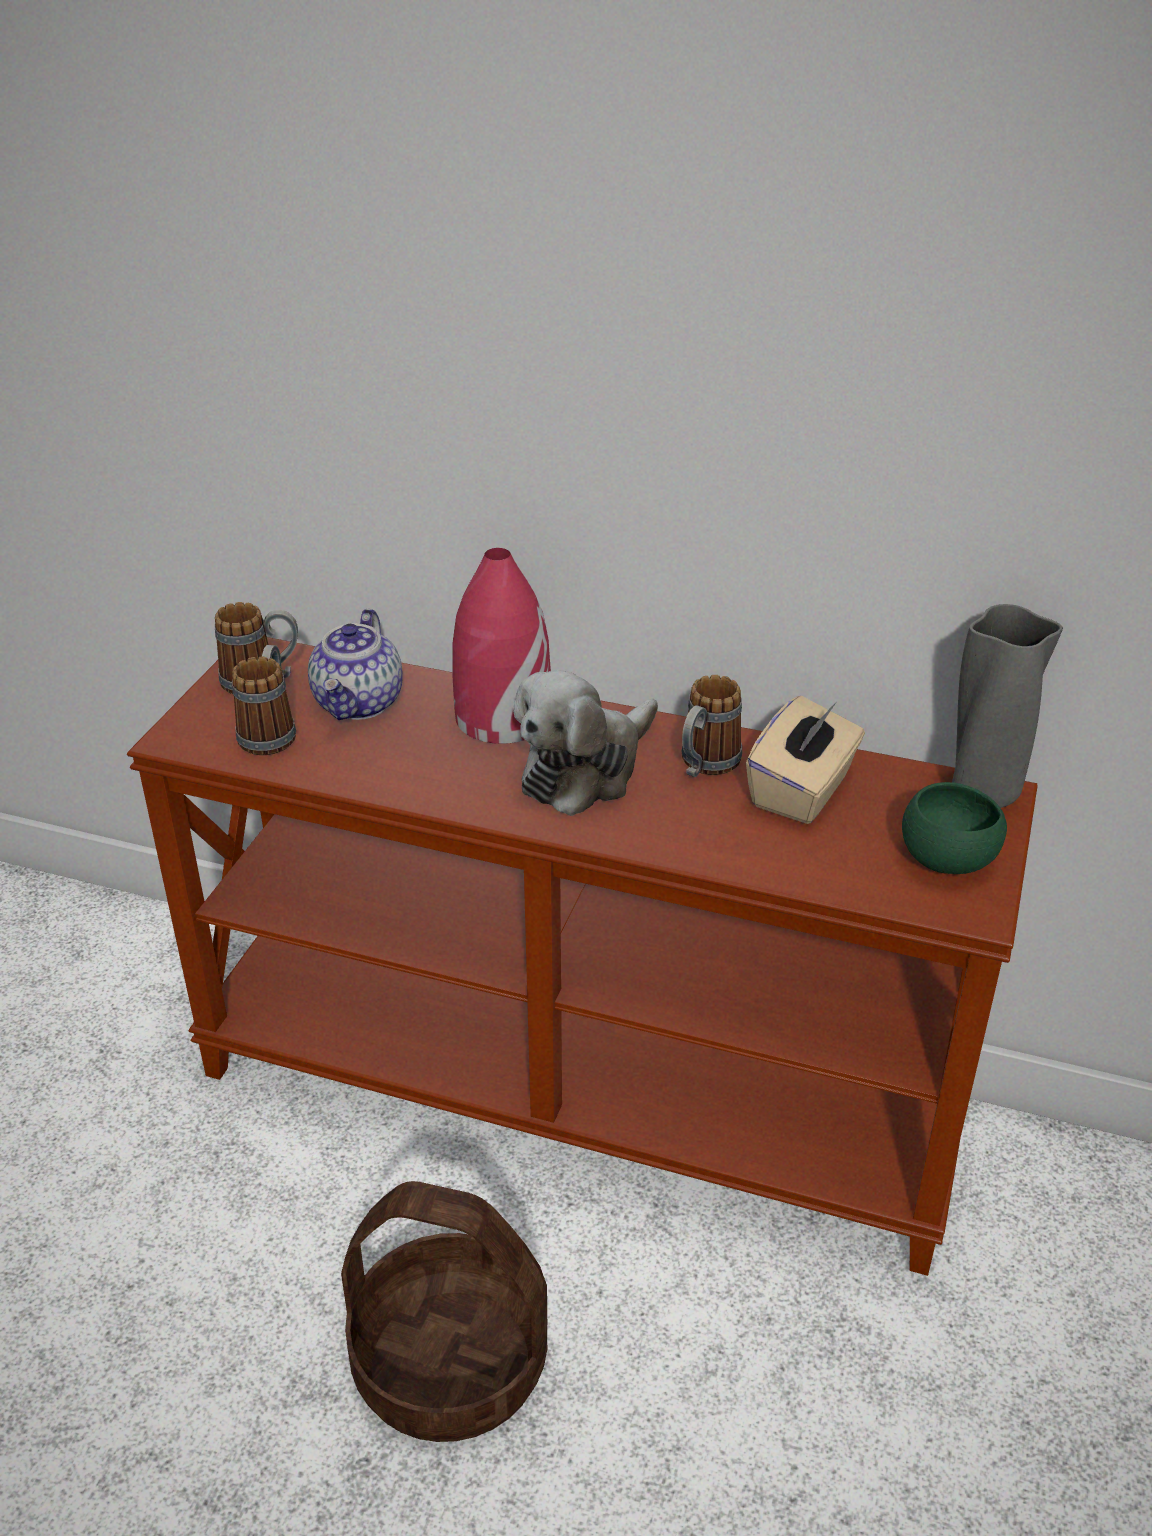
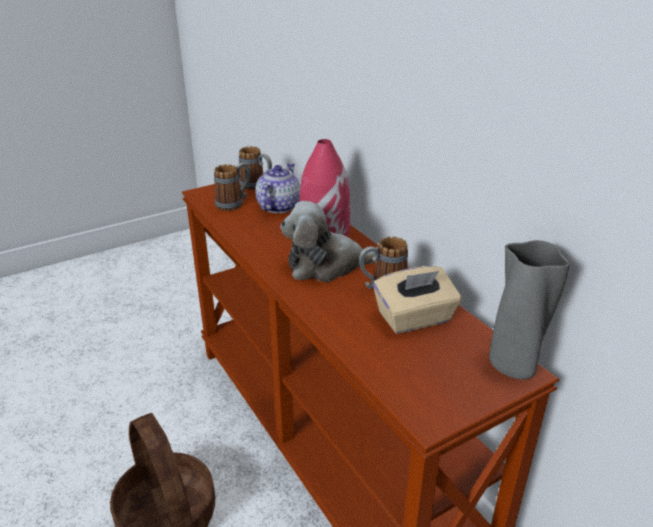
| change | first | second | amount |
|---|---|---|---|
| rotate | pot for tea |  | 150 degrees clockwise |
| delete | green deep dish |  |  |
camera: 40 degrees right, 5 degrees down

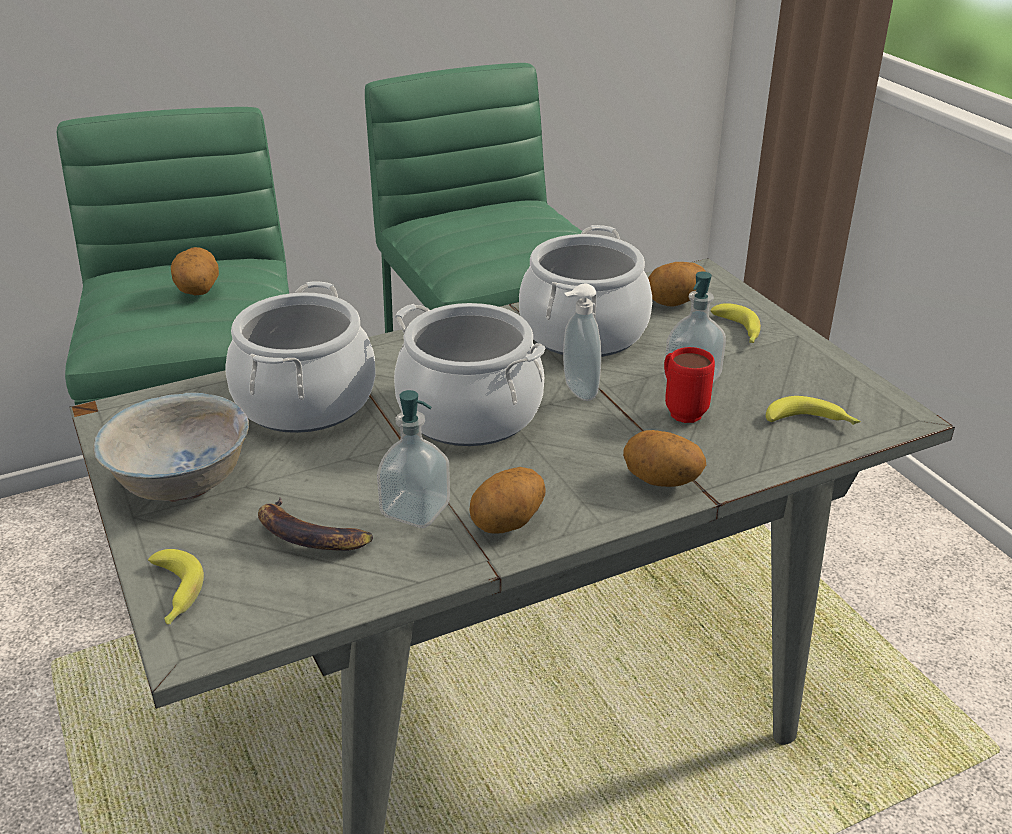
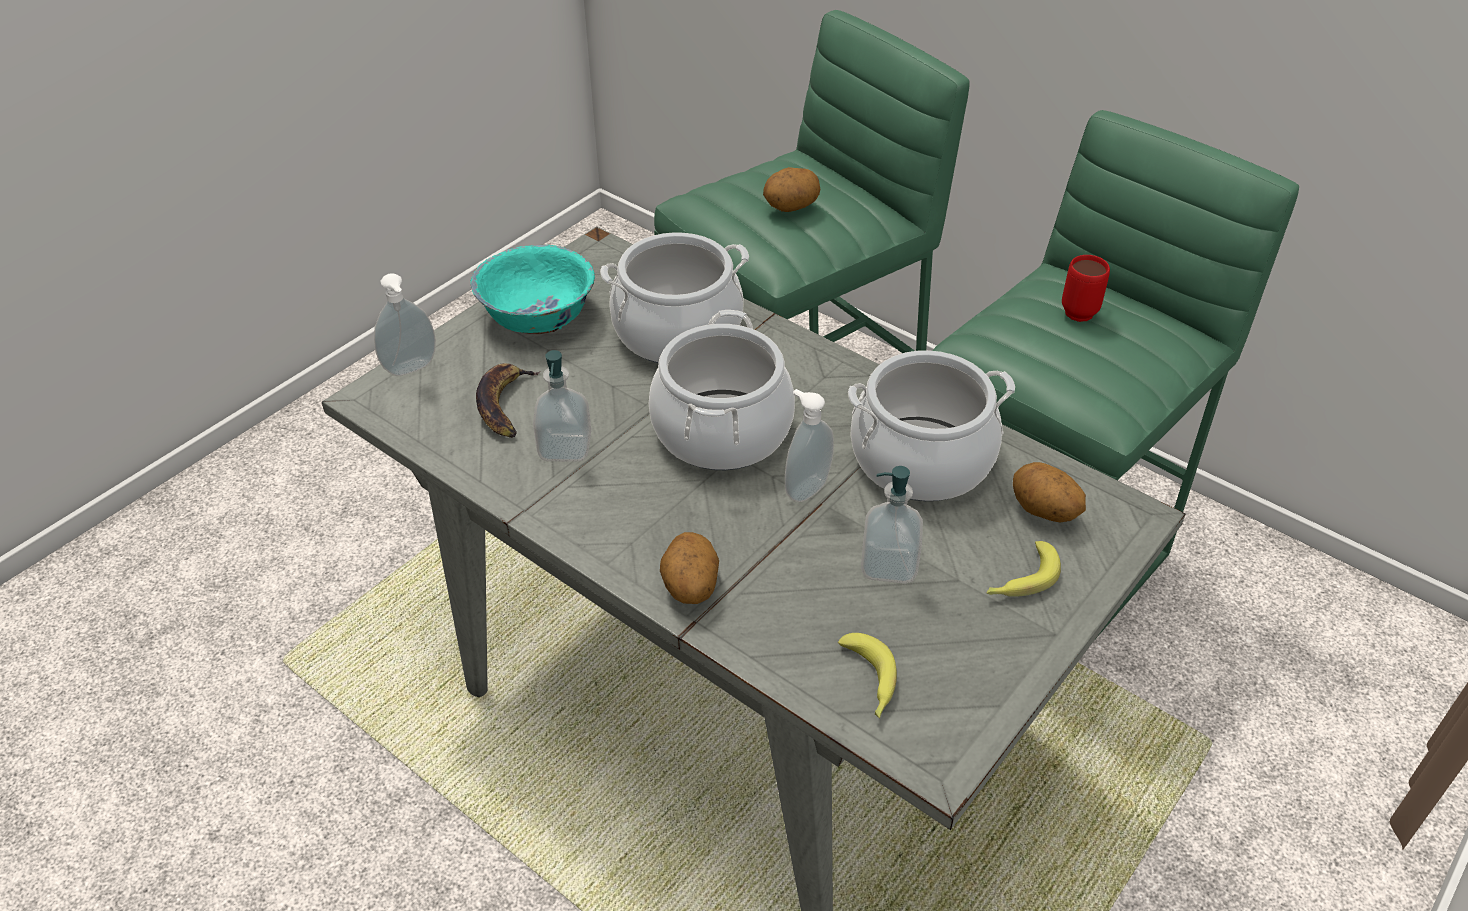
| change | first | second | amount |
|---|---|---|---|
| replace | banana (1st from left) | soap bottle (1st from left) |  |
| recolor | whitish deep dish | turquoise-coloured deep dish |  |
| move | reddish mug |  |  |
| delete | spud (2nd from left) |  |  |
camera: 65 degrees right, 10 degrees up

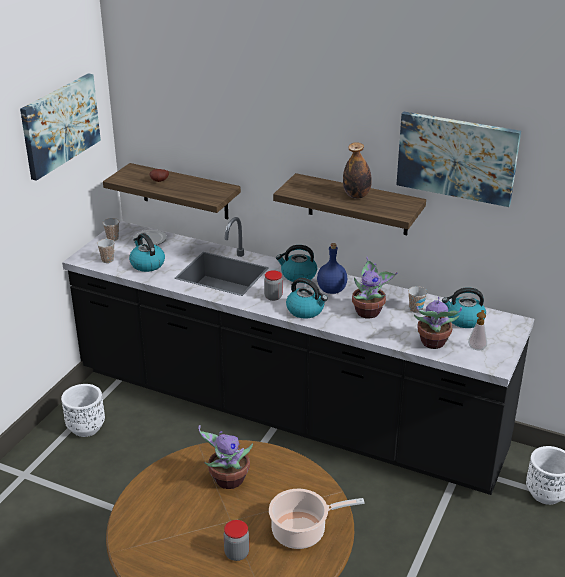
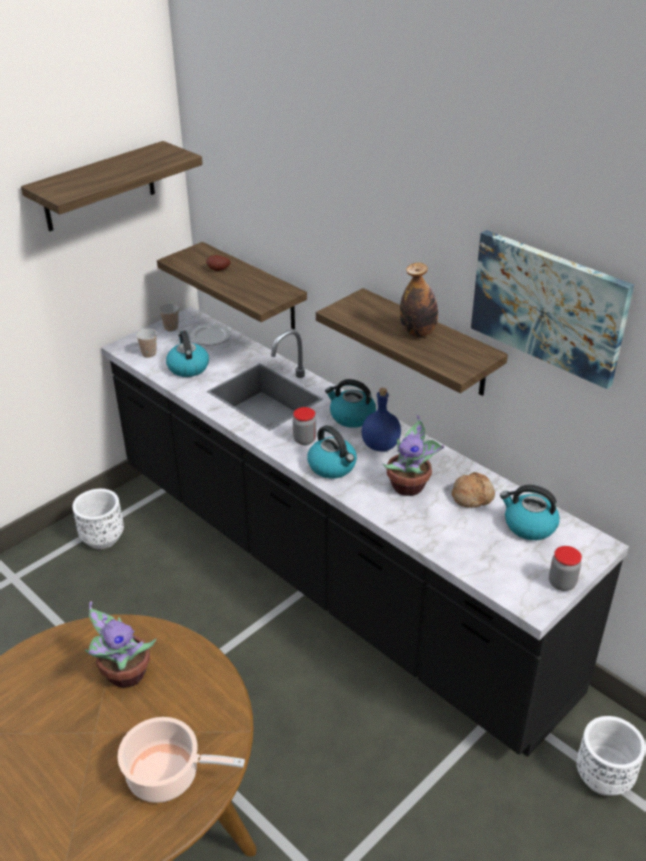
| change | first | second | amount |
|---|---|---|---|
| replace | wall art (1st from left) | bracket shelf (1st from left) |  |
| replace | cup (3rd from left) | bread |  |
| move | storage jar (1st from left in the first image) | storage jar (2nd from left) |  |
| delete | potted plant (3rd from left) |  |  |
| delete | soap bottle |  |  |
camera: 20 degrees right, 5 degrees up

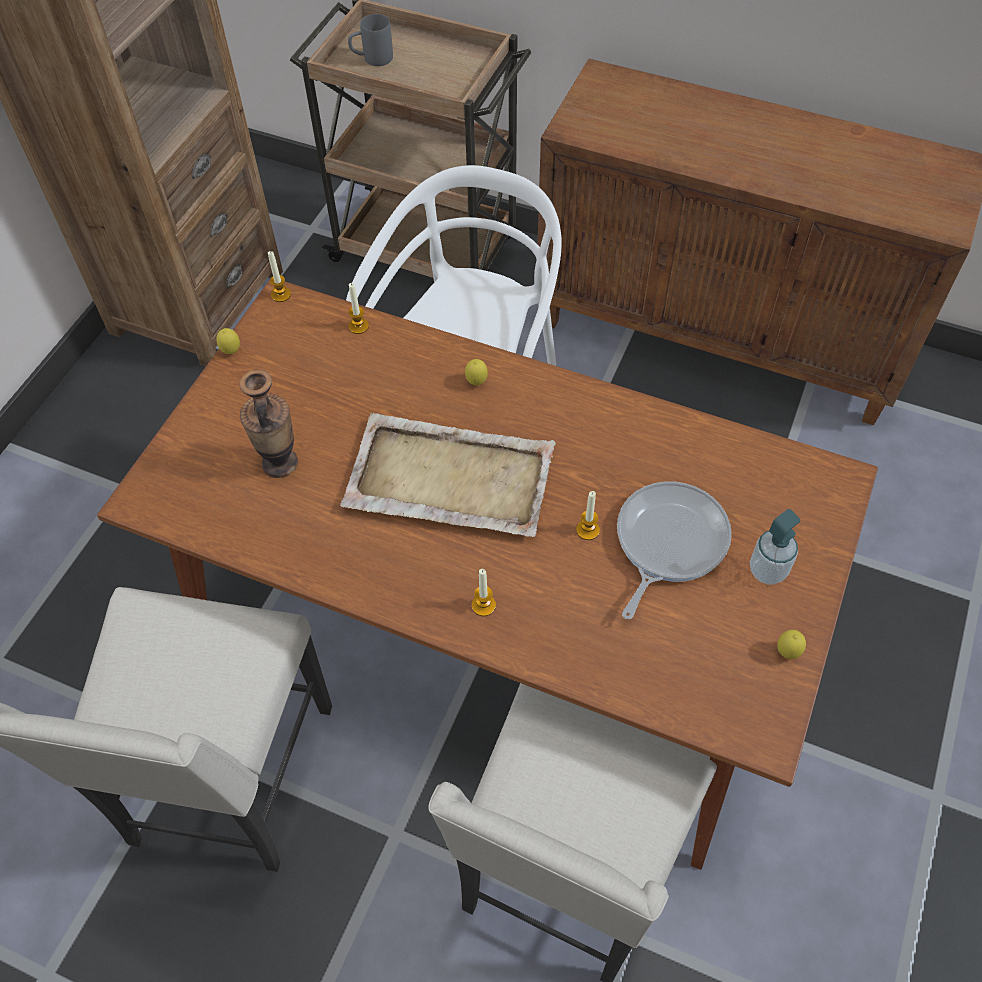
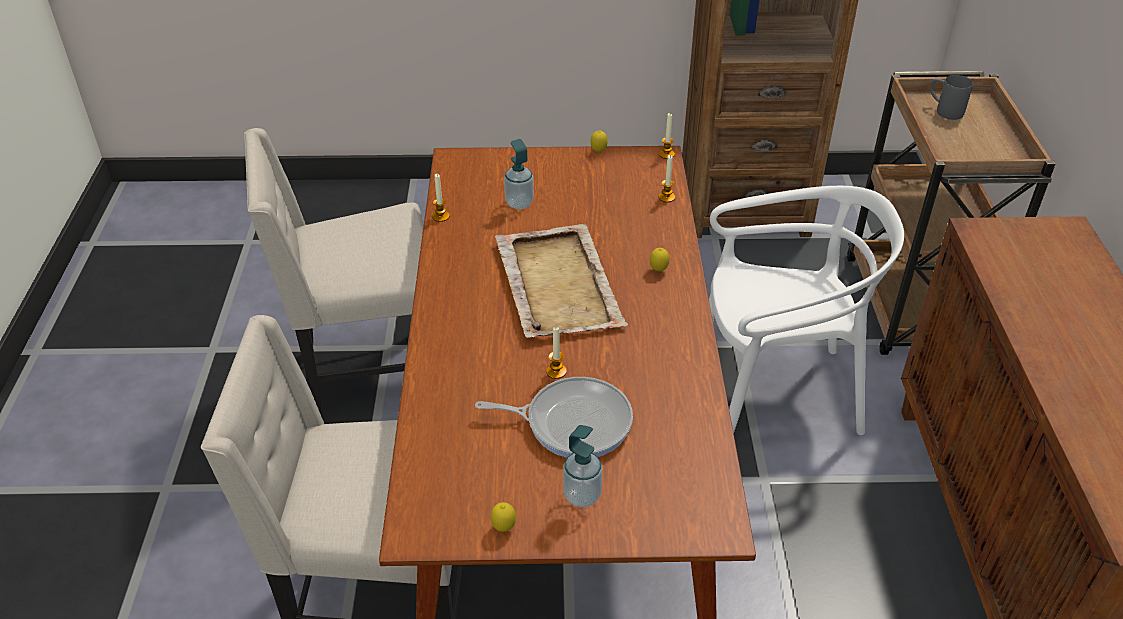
| change | first | second | amount |
|---|---|---|---|
| move | wax candle (3rd from left in the first image) | wax candle (1st from left) |  |
| replace | decorative vase | soap bottle (1st from left) |  |
camera: 65 degrees right, 15 degrees down

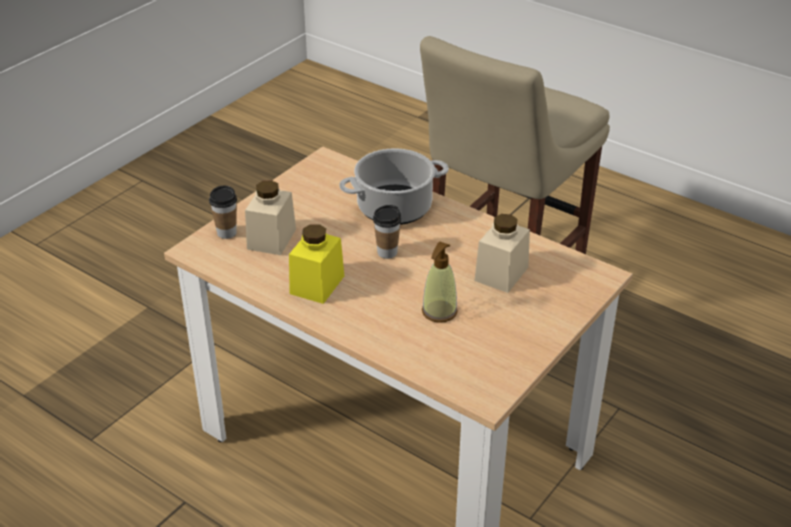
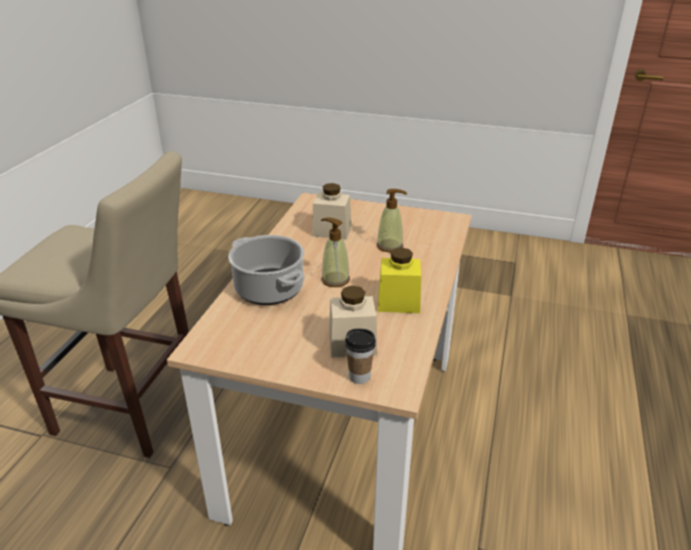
| change | first | second | amount |
|---|---|---|---|
| replace | cup (2nd from left) | soap bottle (1st from left) |  |
camera: 110 degrees left, 5 degrees down

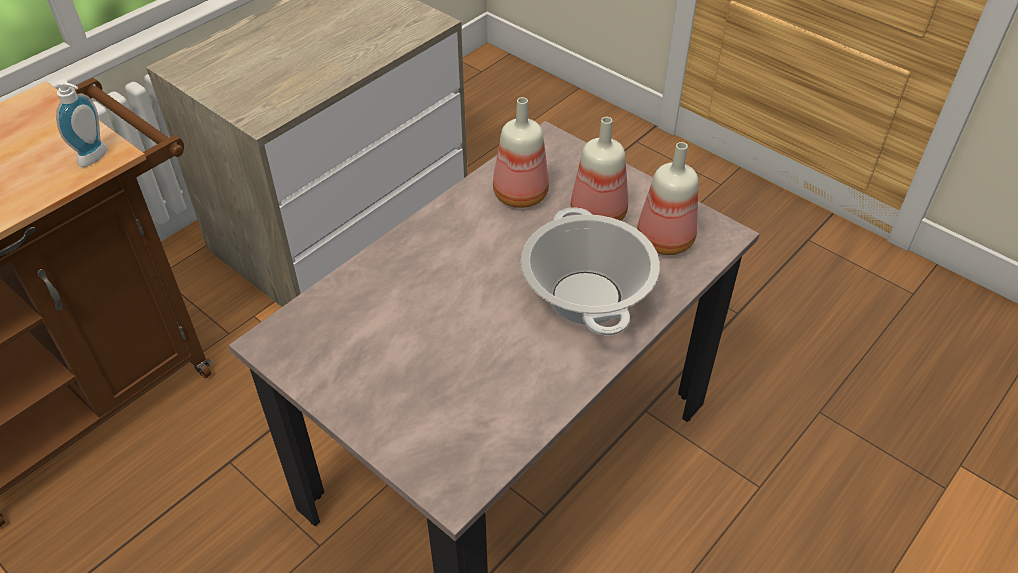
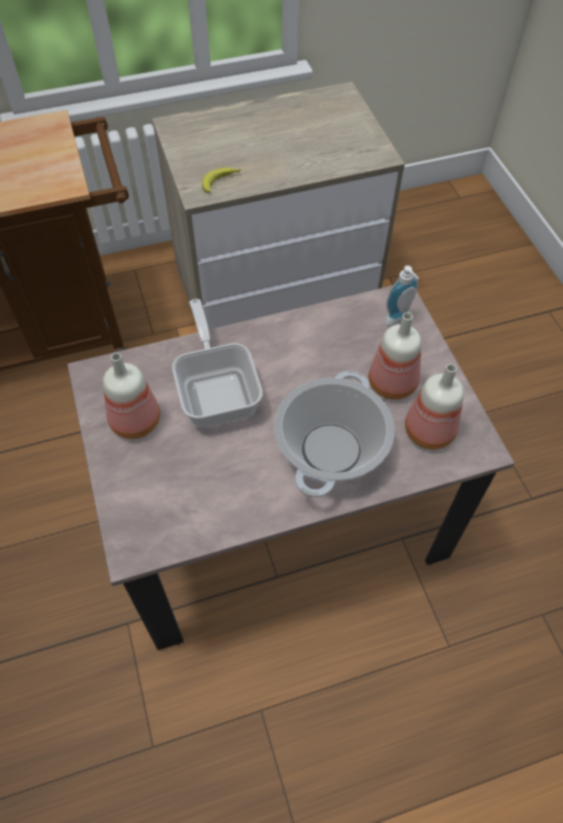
| change | first | second | amount |
|---|---|---|---|
| move | drink bottle (1st from left) |  |  |
| insert |  | skillet |  |
| insert |  | banana |  |
| move | soap bottle |  |  |
camera: 30 degrees right, 10 degrees up

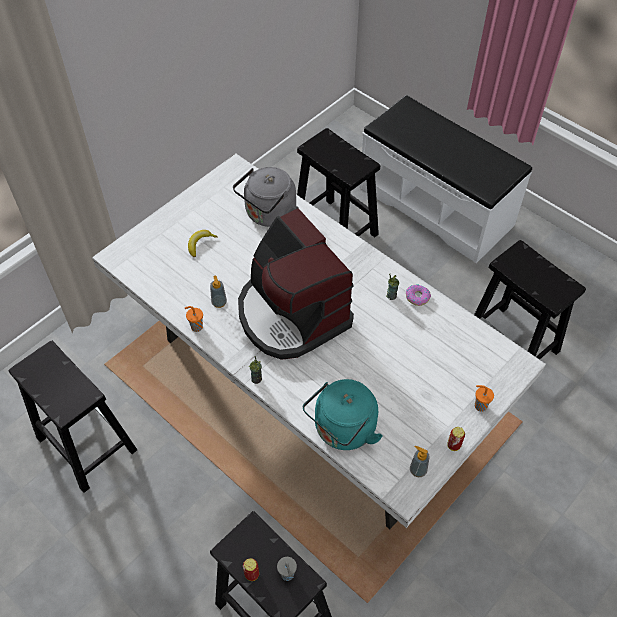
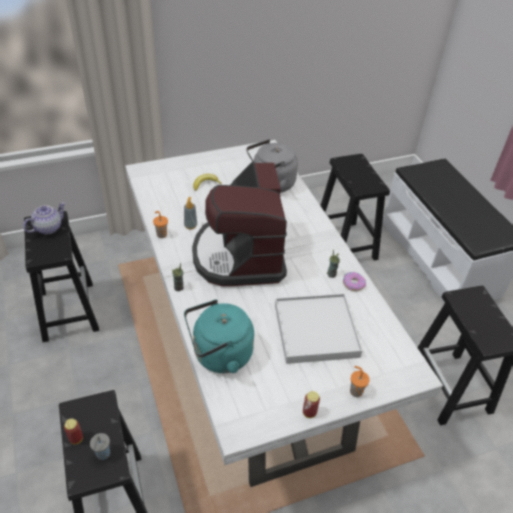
| change | first | second | amount |
|---|---|---|---|
| insert |  | pot for tea |  |
| insert |  | whitish serving tray |  |
| delete | soap bottle (2nd from left) |  |  |
camera: 25 degrees right, 10 degrees down

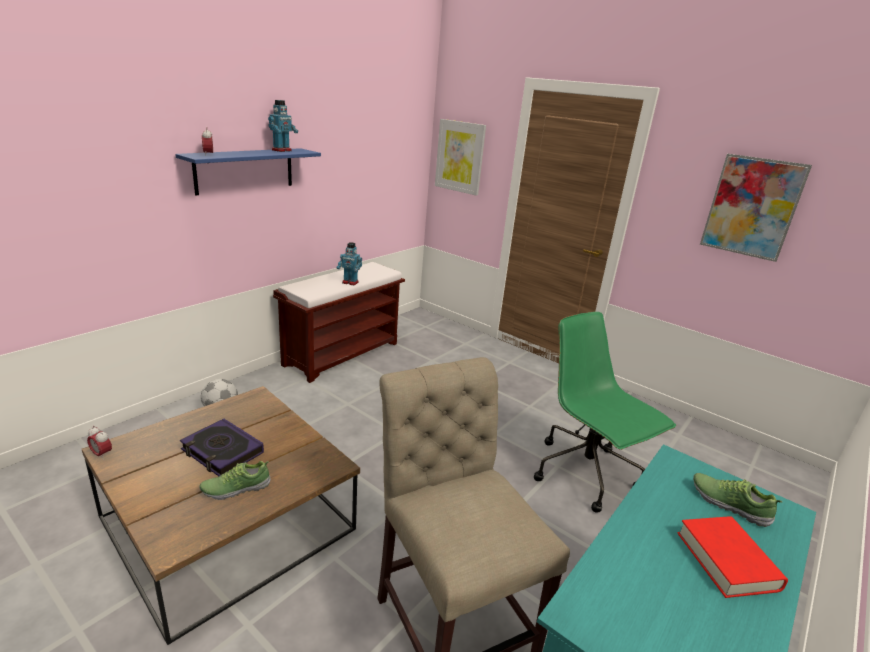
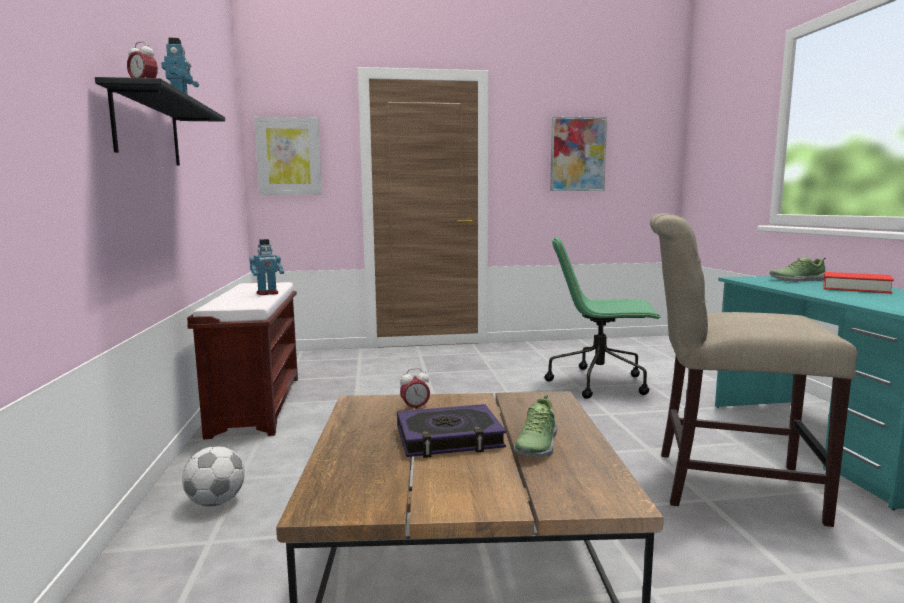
| change | first | second | amount |
|---|---|---|---|
| recolor | bluish bracket shelf | blackish bracket shelf |  |
| move | alarm clock (1st from left in the first image) | alarm clock (2nd from left) |  |
camera: 45 degrees left, 15 degrees down

